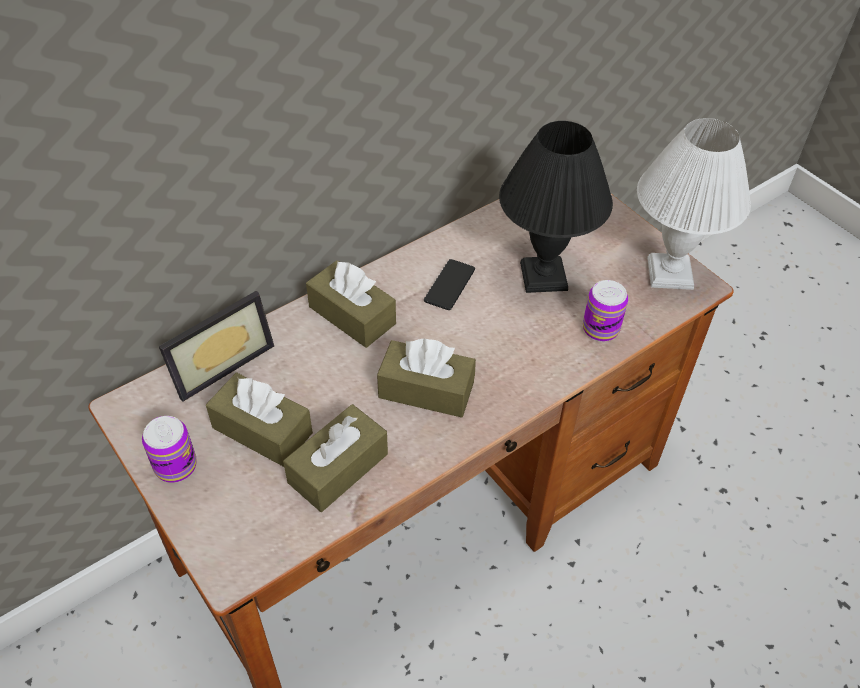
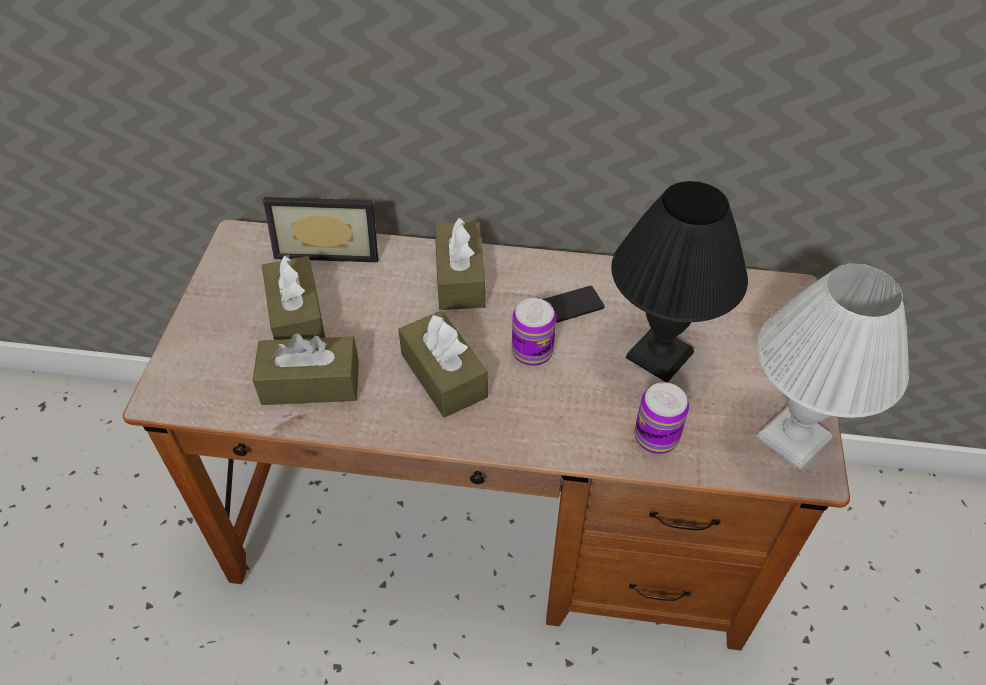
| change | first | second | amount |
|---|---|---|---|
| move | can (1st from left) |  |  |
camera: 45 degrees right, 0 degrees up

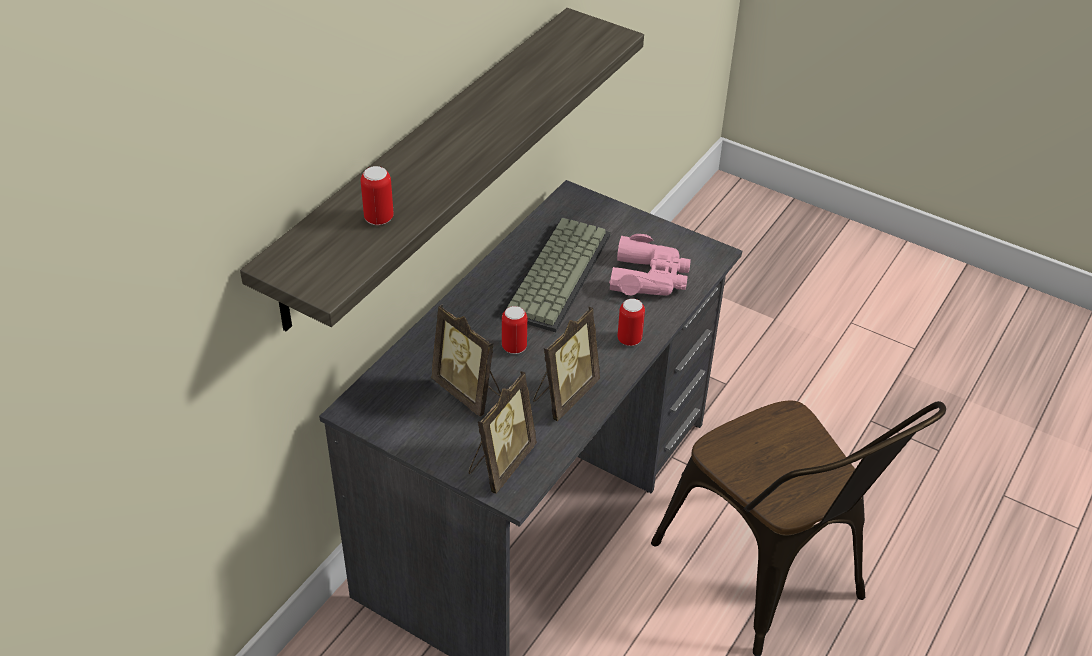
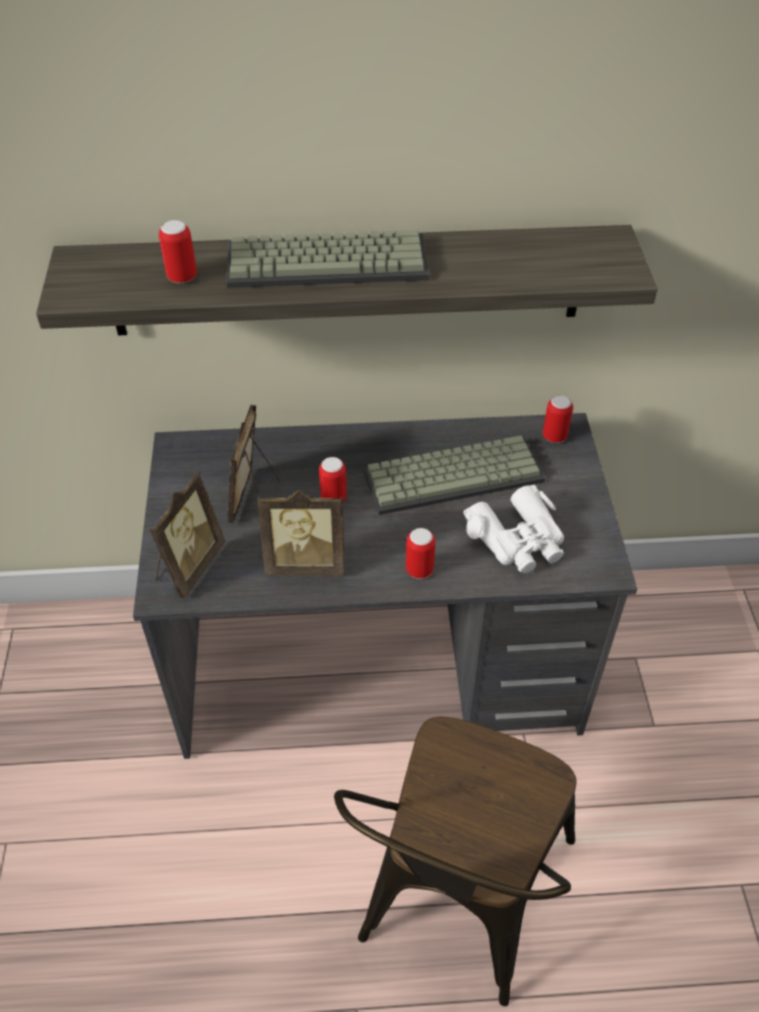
| change | first | second | amount |
|---|---|---|---|
| rotate | standing frame (2nd from left in the first image) | standing frame (1st from left) | 60 degrees counterclockwise |
| insert |  | PC keyboard (1st from left) |  |
| recolor | pink pair of binoculars | whitish pair of binoculars |  |
| insert |  | can (4th from left) |  |
camera: 55 degrees right, 5 degrees up

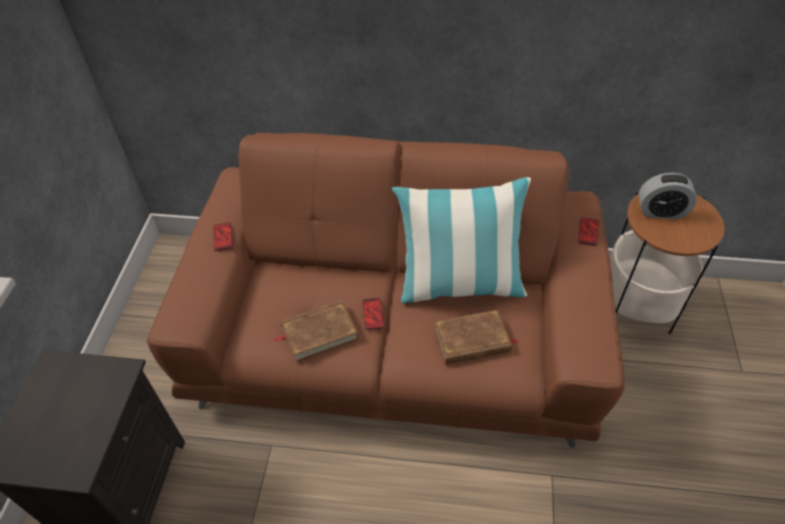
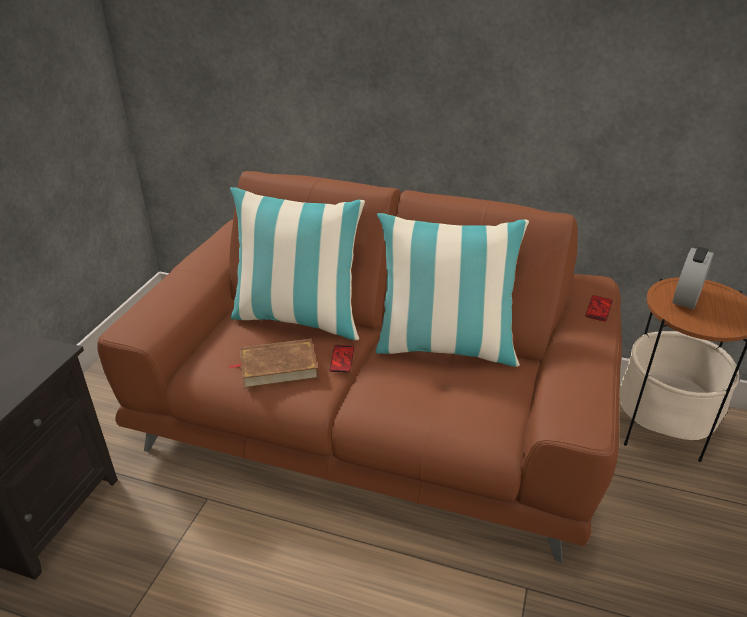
| change | first | second | amount |
|---|---|---|---|
| insert |  | throw pillow (1st from left) |  |
| rotate | alarm clock |  | 105 degrees clockwise |
| delete | handset (1st from left) |  |  |
| delete | brown bound book (2nd from left) |  |  |
camera: 10 degrees right, 15 degrees down

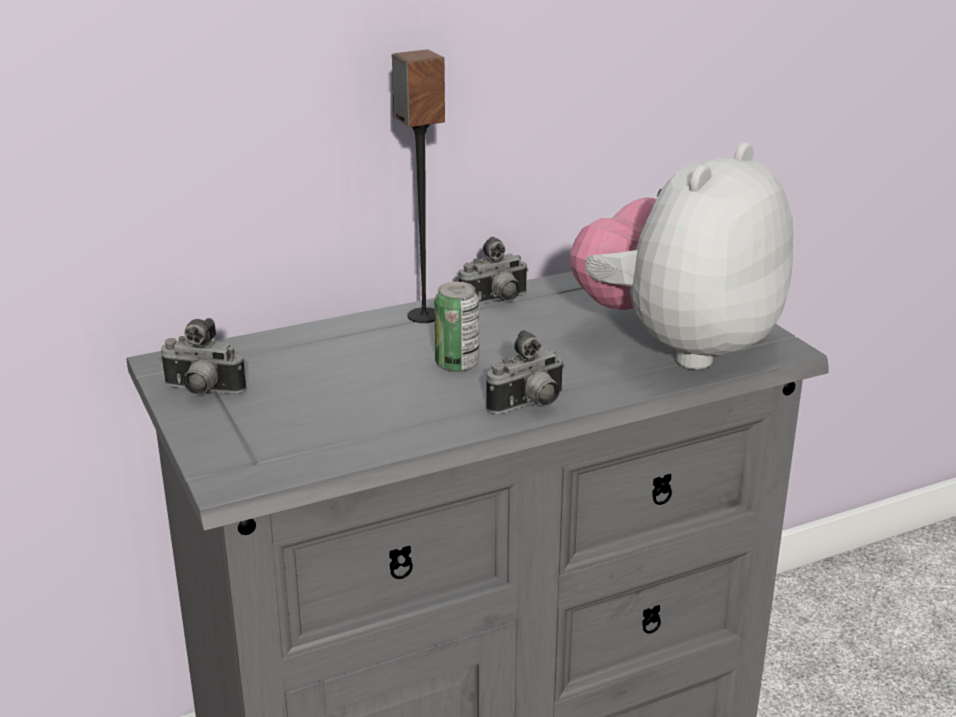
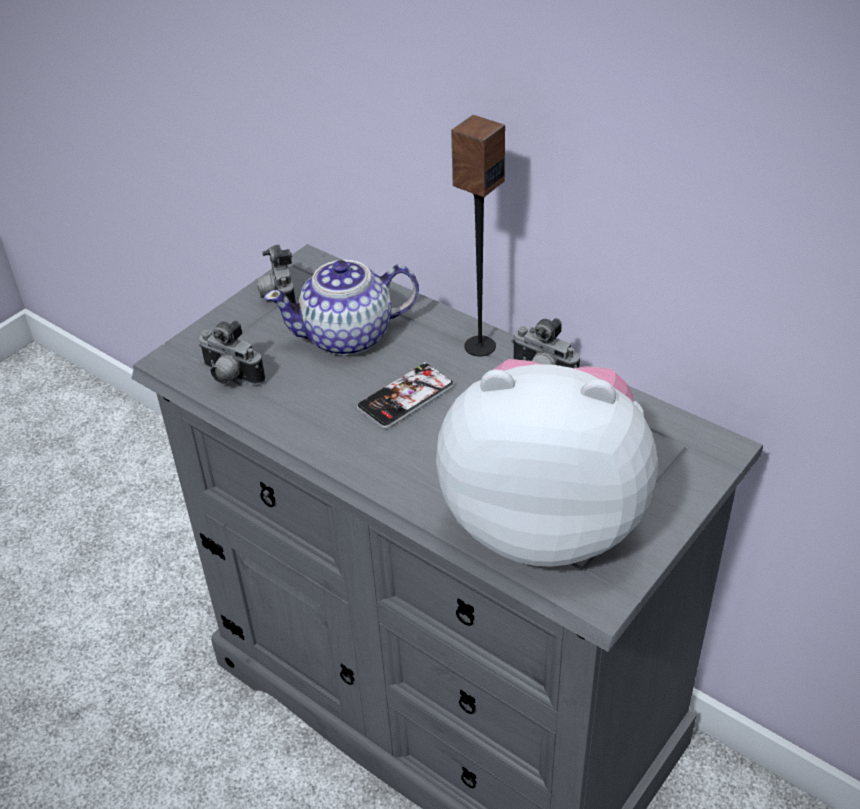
| change | first | second | amount |
|---|---|---|---|
| move | still camera (3rd from left in the first image) | still camera (1st from left) |  |
| insert |  | pot for tea |  |
| replace | can | handset |  |
camera: 65 degrees right, 15 degrees up

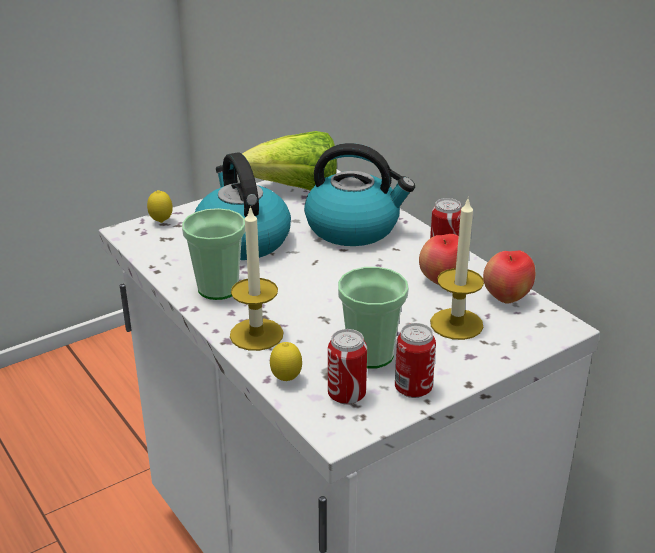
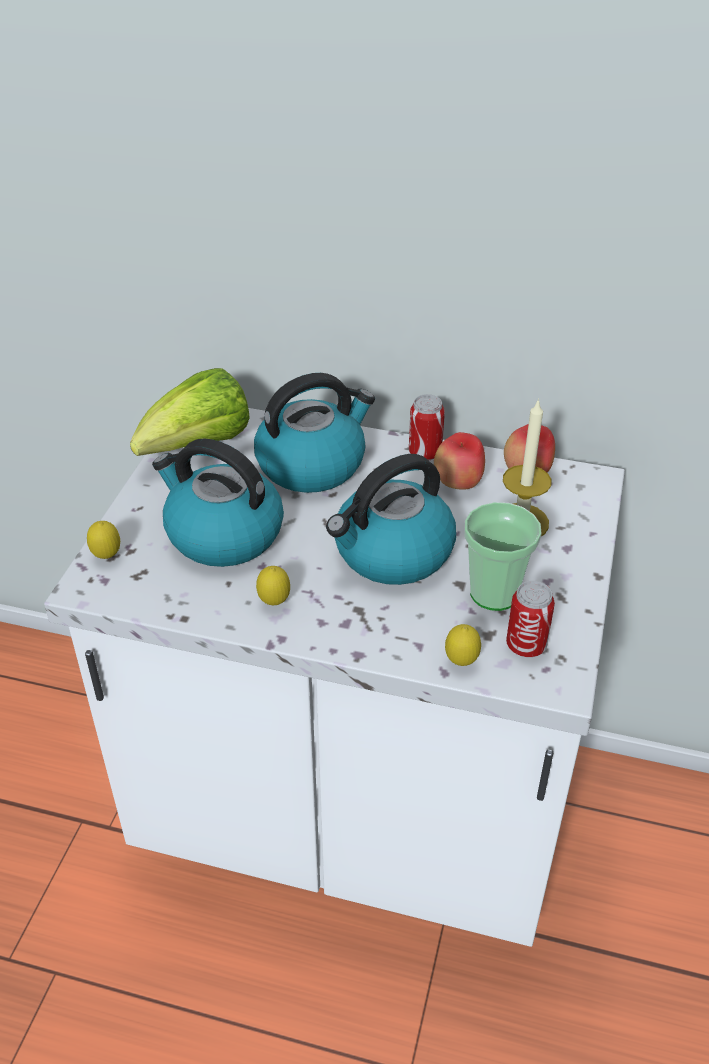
| change | first | second | amount |
|---|---|---|---|
| replace | cup (1st from left) | citrus fruit (2nd from left) |  |
| insert |  | kettle (3rd from left) |  |
| delete | wax candle (1st from left) |  |  |
| delete | can (2nd from left) |  |  |
camera: 40 degrees left, 10 degrees up

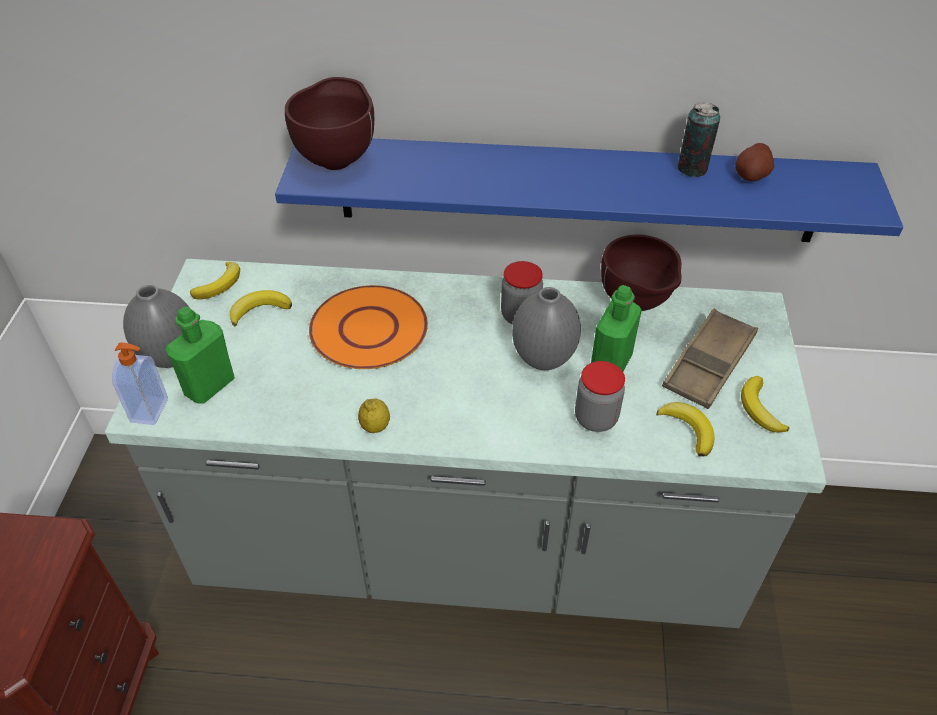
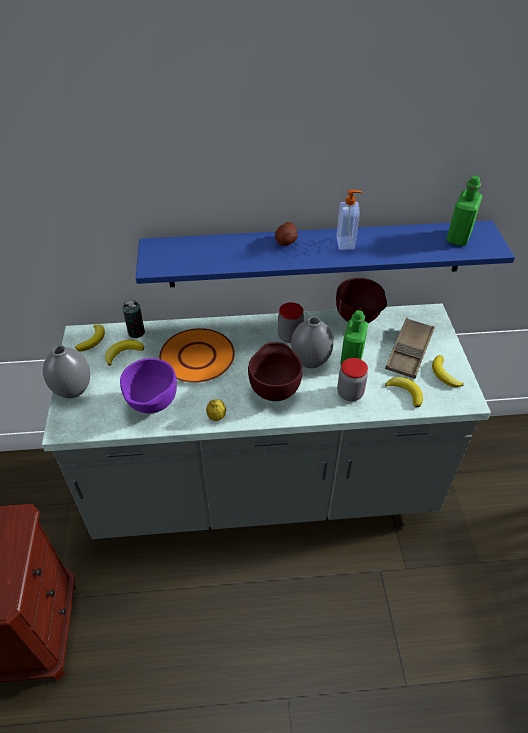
| change | first | second | amount |
|---|---|---|---|
| insert |  | purple deep dish |  |
| move | can |  |  |
| move | brown deep dish (1st from left) |  |  |
| move | spud |  |  |
| move | soap bottle |  |  |
| move | green drink bottle (1st from left in the first image) | green drink bottle (2nd from left) |  |
camera: 10 degrees left, 0 degrees up

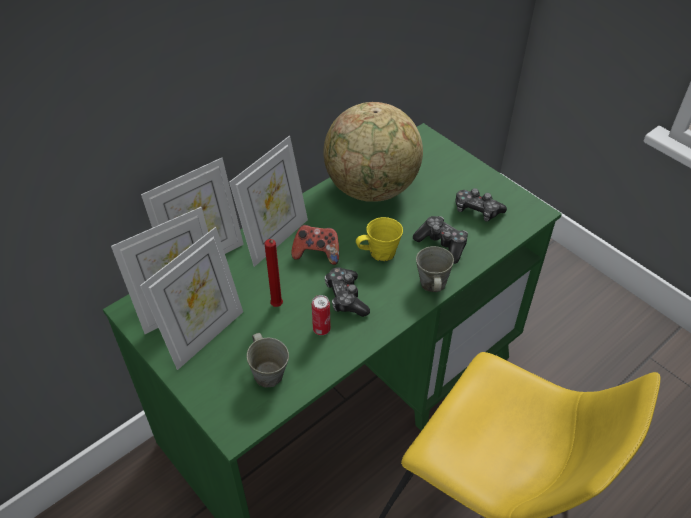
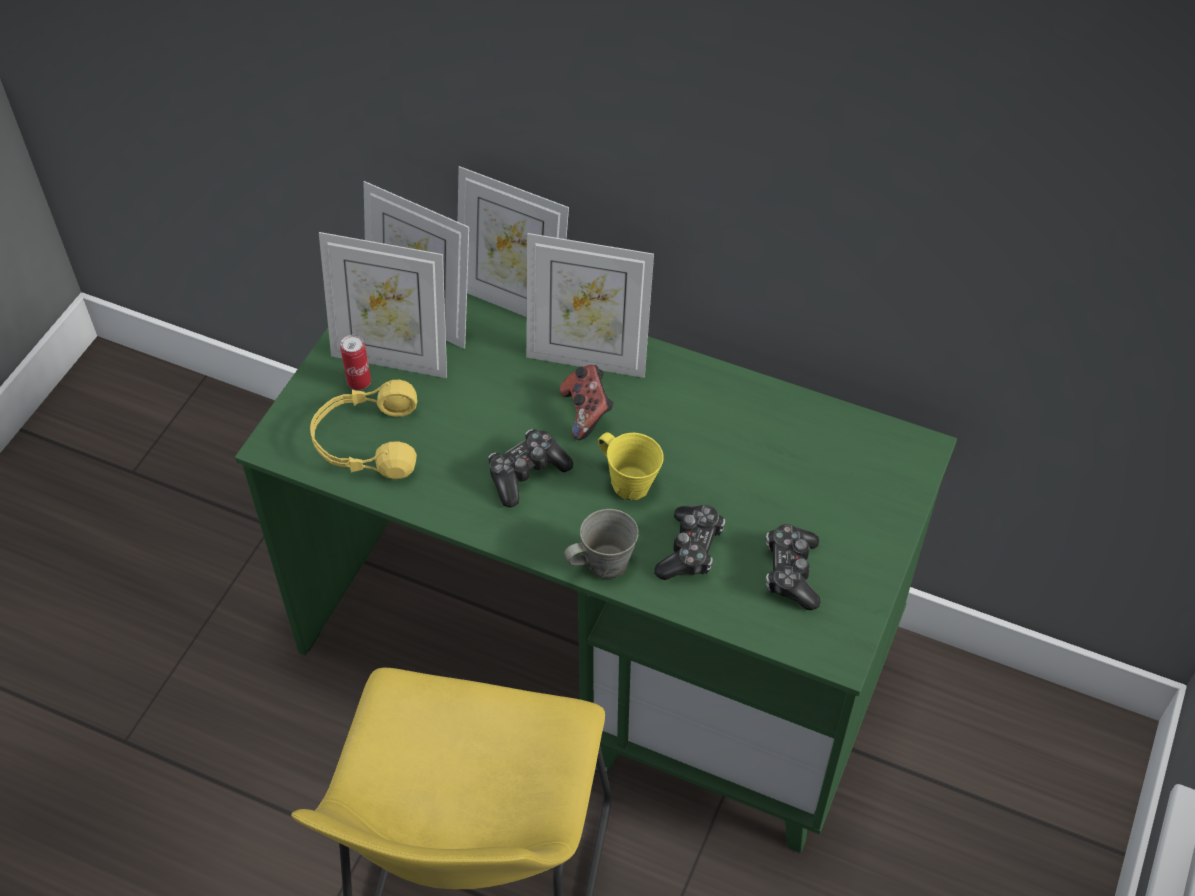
| change | first | second | amount |
|---|---|---|---|
| replace | grey mug (1st from left) | yellowish headset |  |
| move | can |  |  |
| delete | reddish wax candle |  |  |
| delete | globe |  |  |
camera: 65 degrees right, 5 degrees up

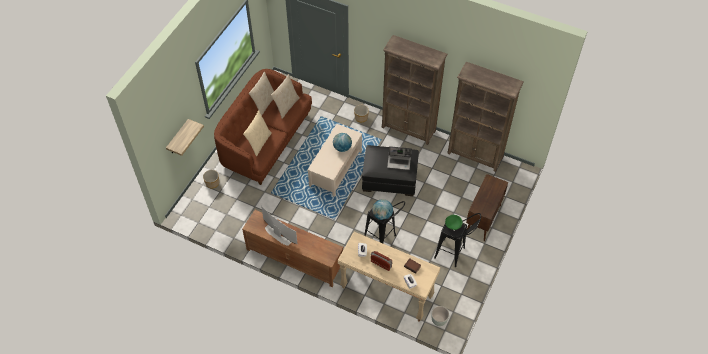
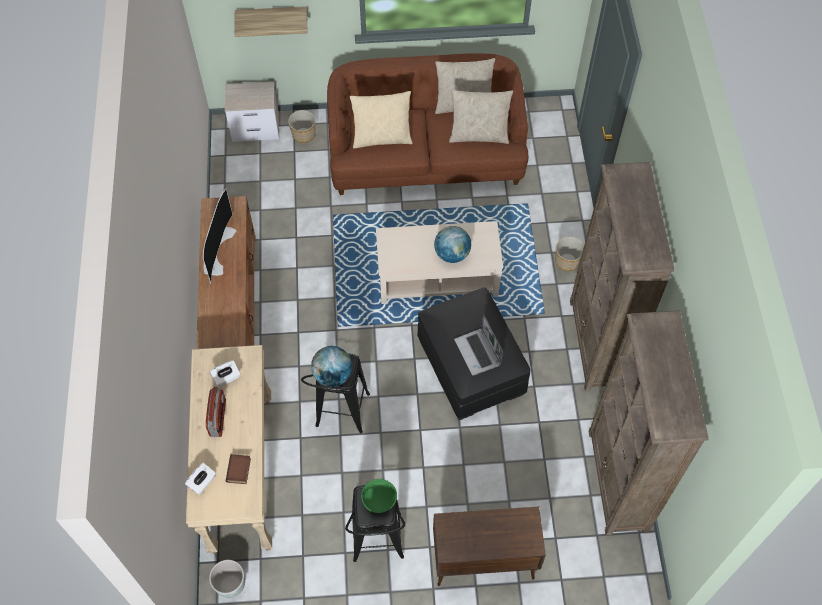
| change | first | second | amount |
|---|---|---|---|
| insert |  | nightstand |  |
camera: 60 degrees right, 5 degrees up

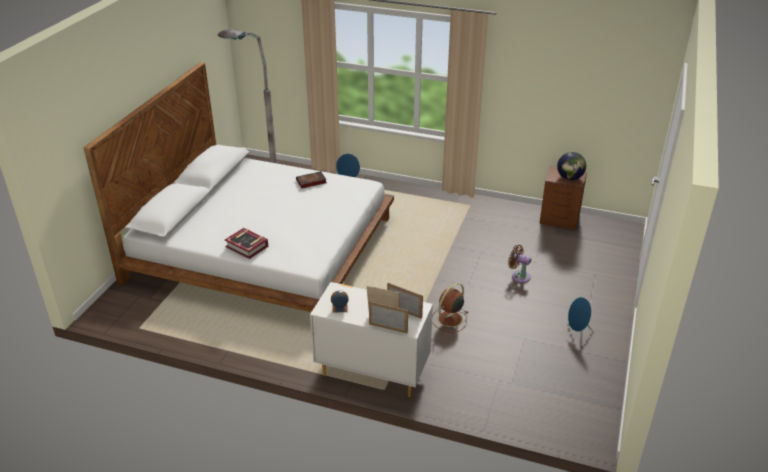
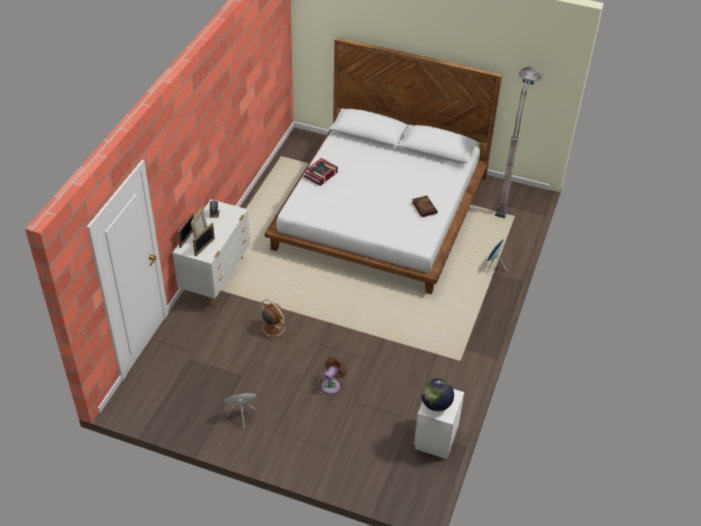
| change | first | second | amount |
|---|---|---|---|
| recolor | brown nightstand | whitish nightstand |  |
camera: 90 degrees right, 10 degrees up

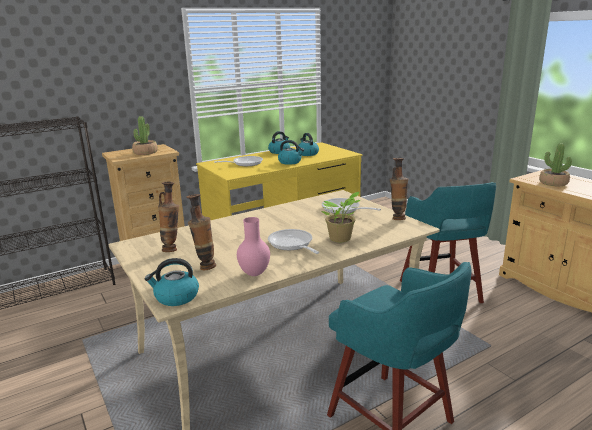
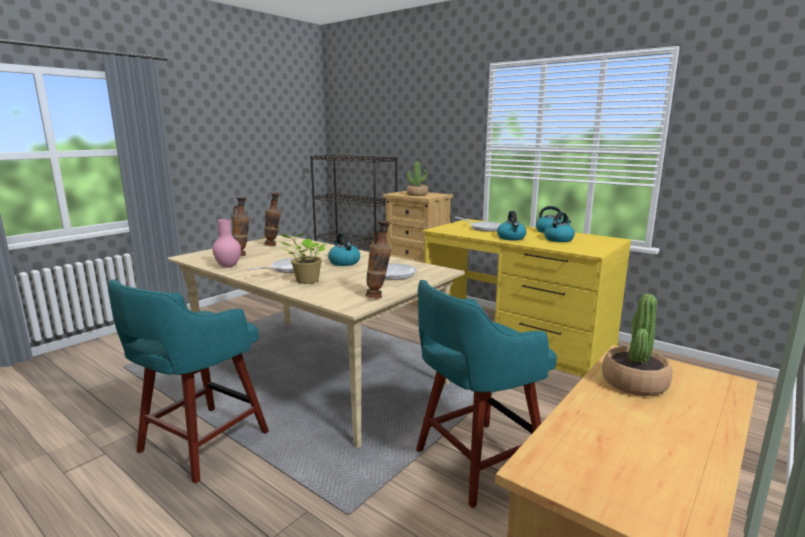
| change | first | second | amount |
|---|---|---|---|
| move | kettle (1st from left) |  |  |
camera: 70 degrees right, 5 degrees down

